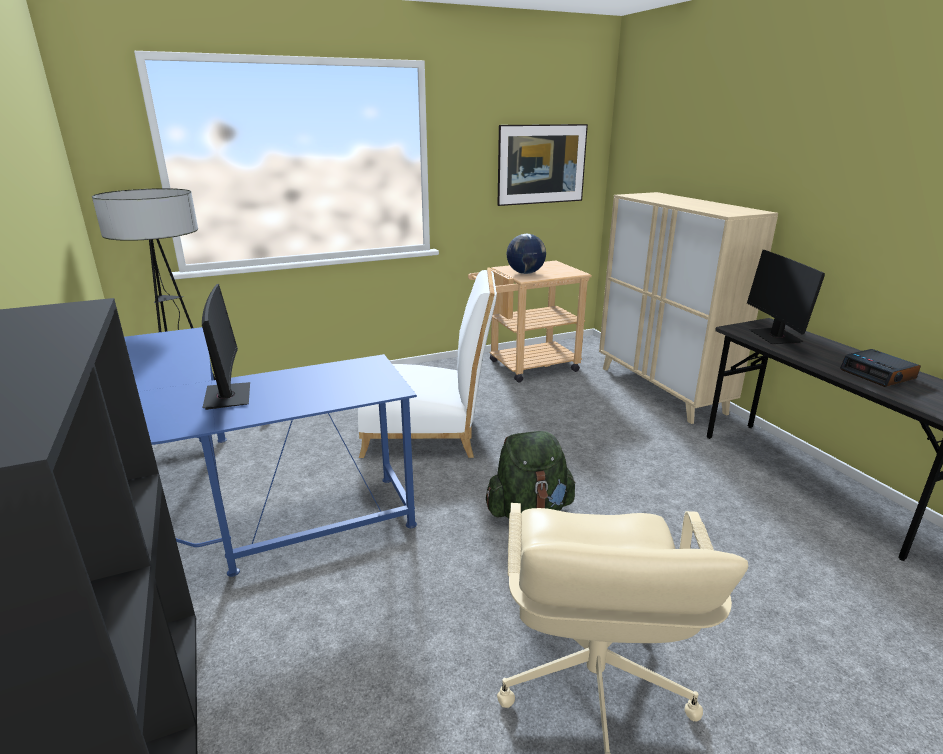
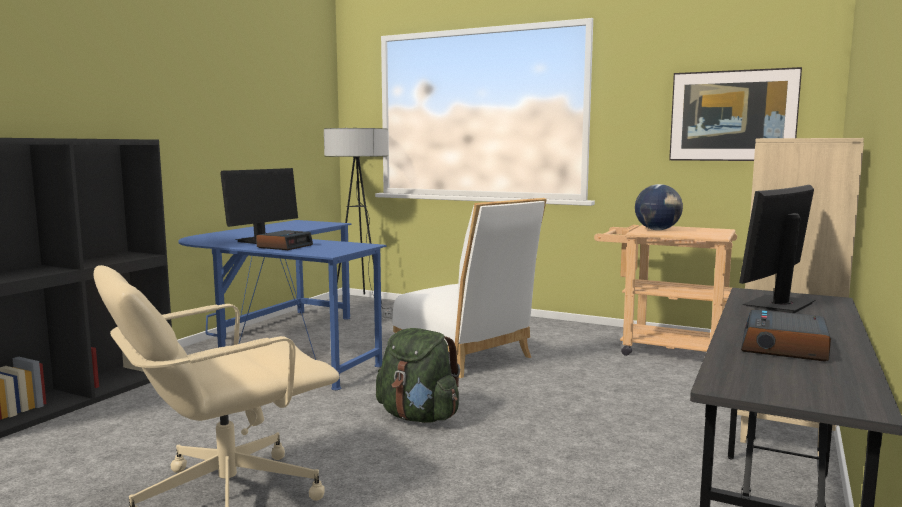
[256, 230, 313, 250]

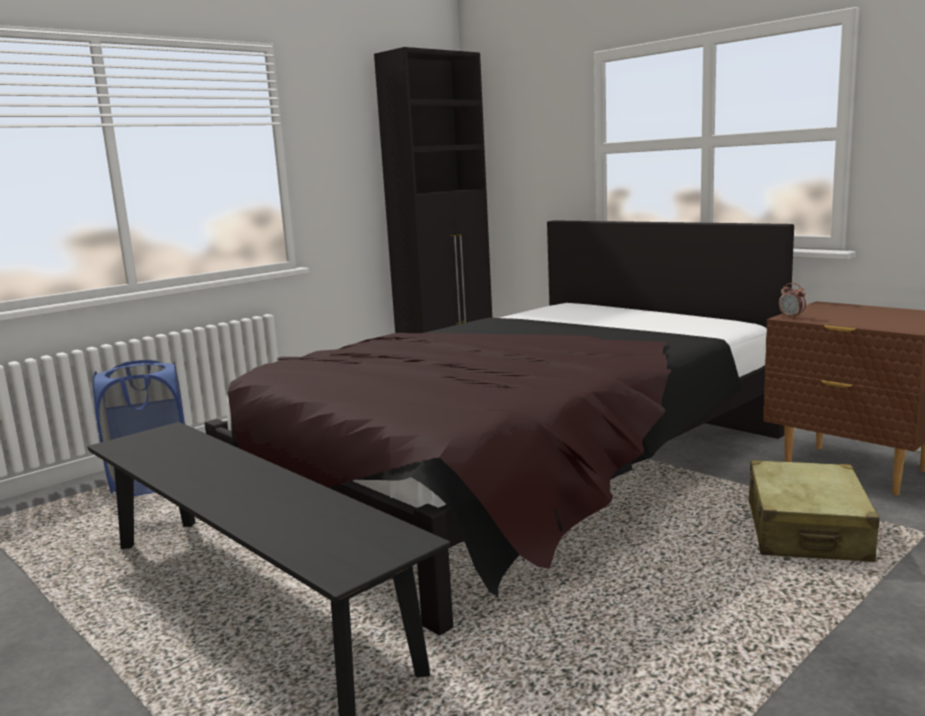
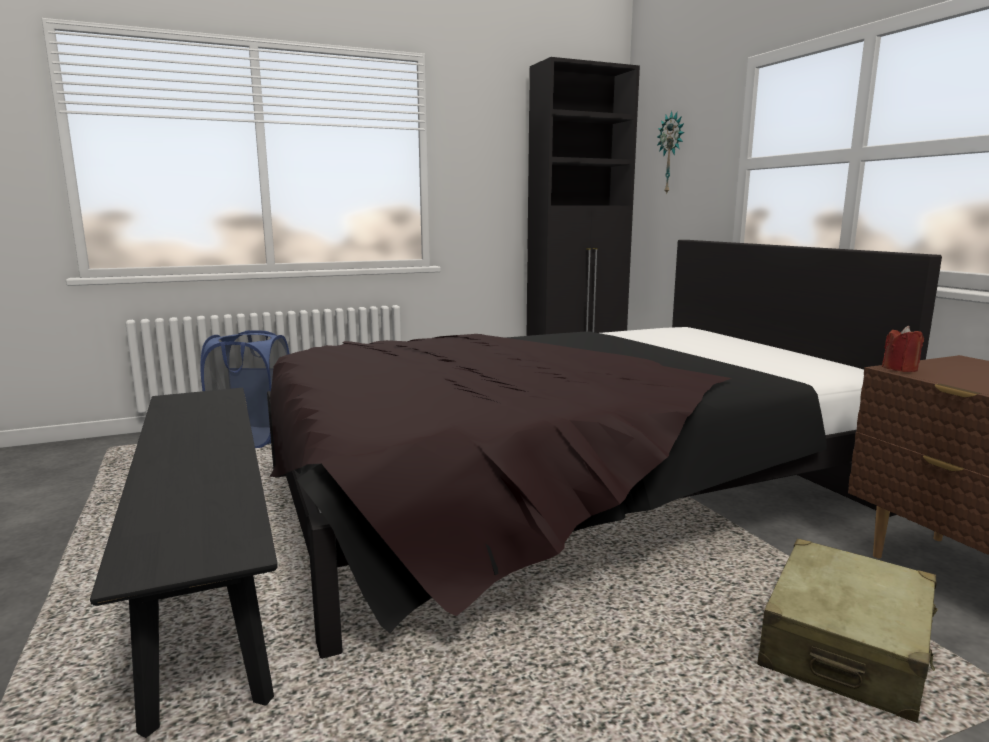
[882, 326, 924, 372]
[657, 111, 685, 195]

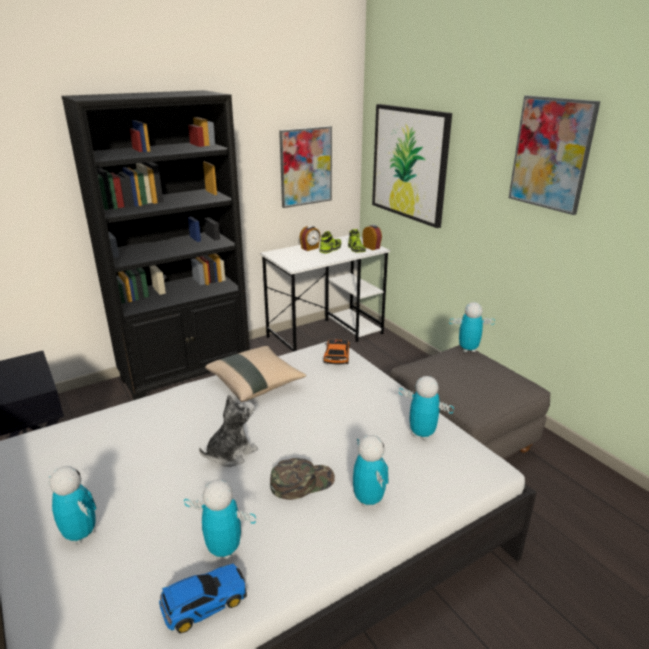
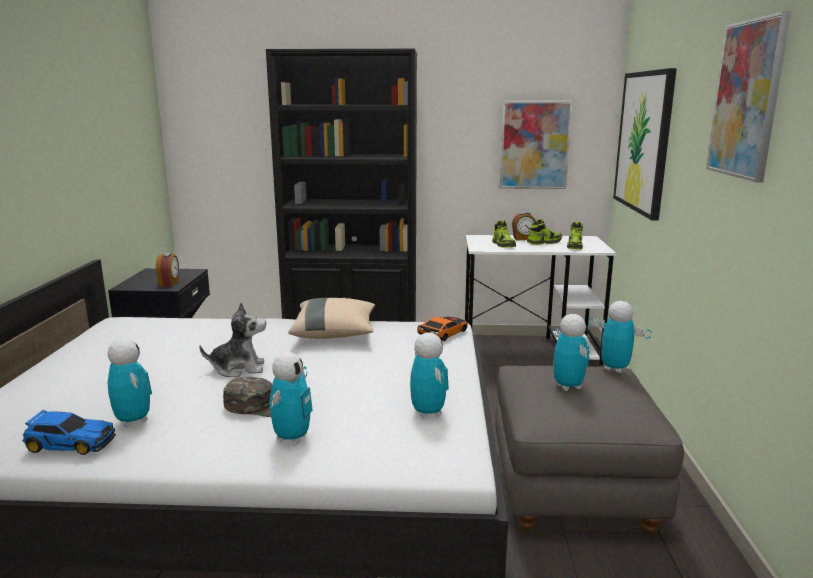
[156, 253, 179, 286]
[554, 314, 591, 391]
[492, 220, 516, 247]

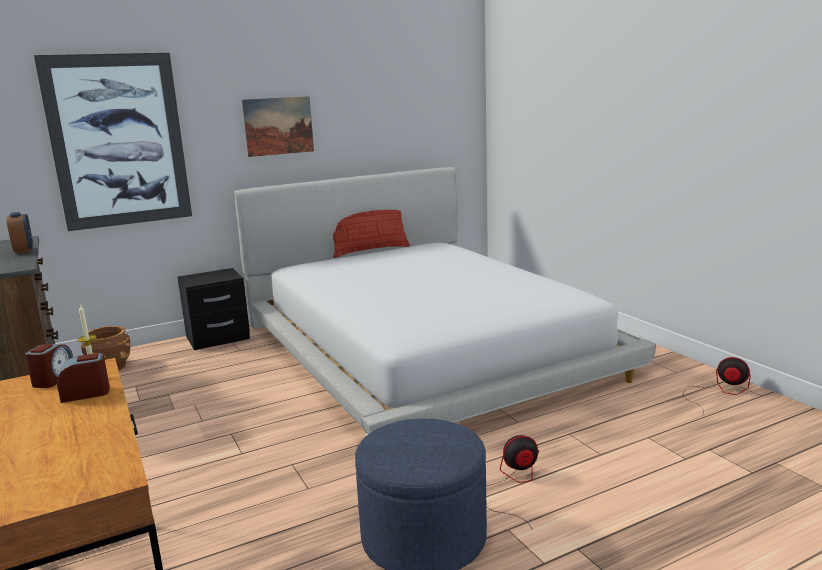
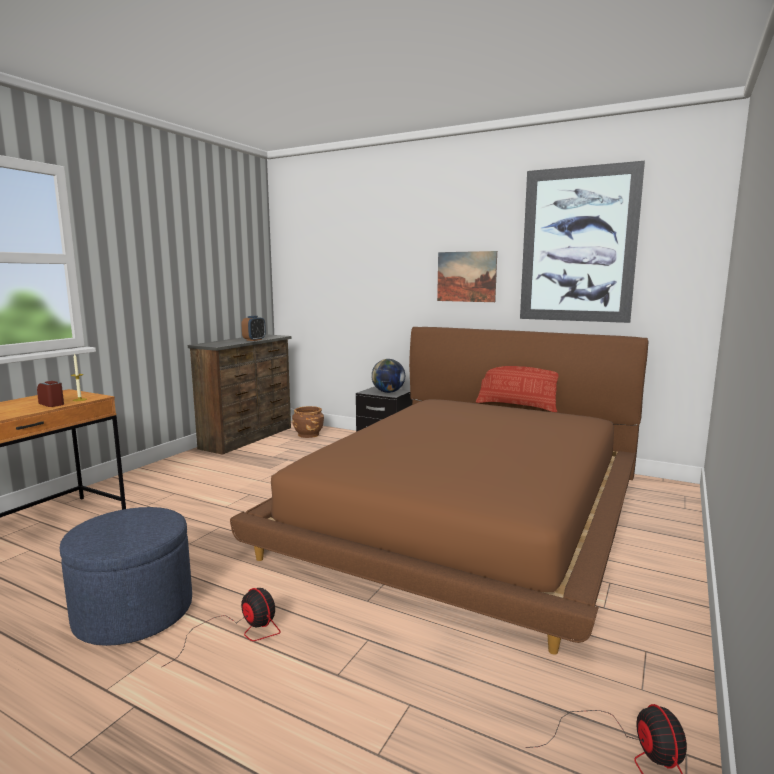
[520, 161, 645, 323]
[230, 327, 648, 655]
[25, 344, 73, 388] (first image)
[371, 359, 405, 393]

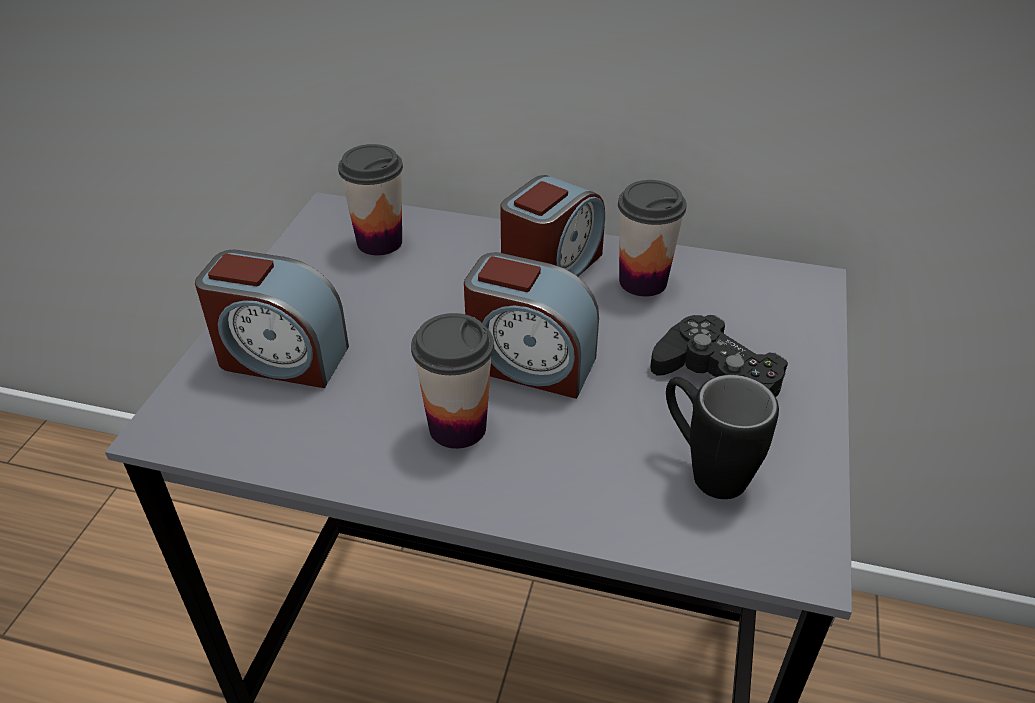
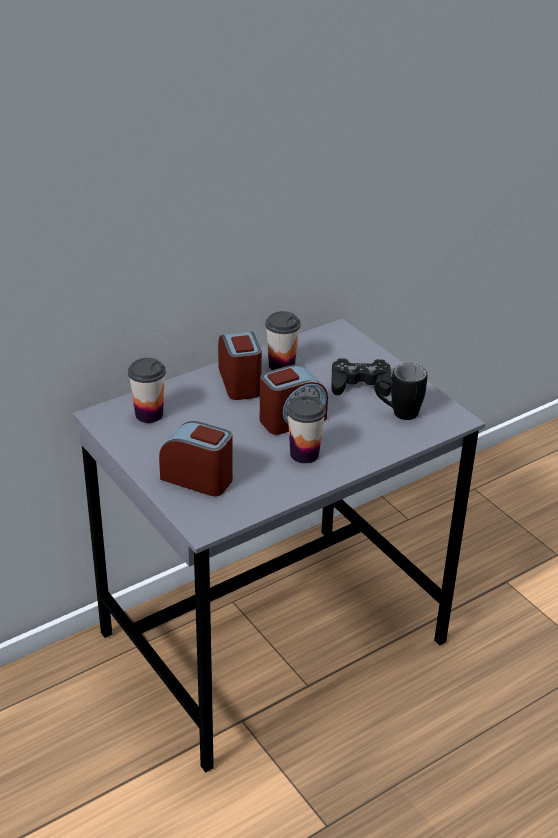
[159, 421, 233, 496]

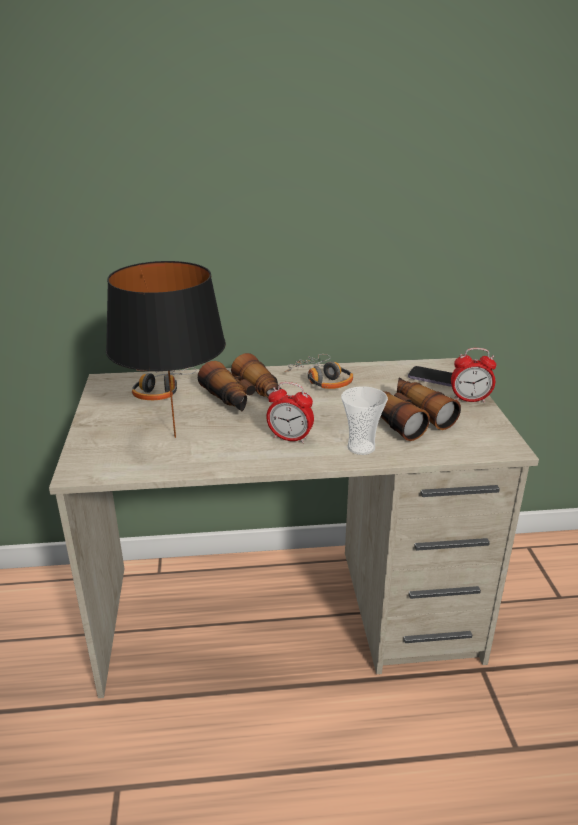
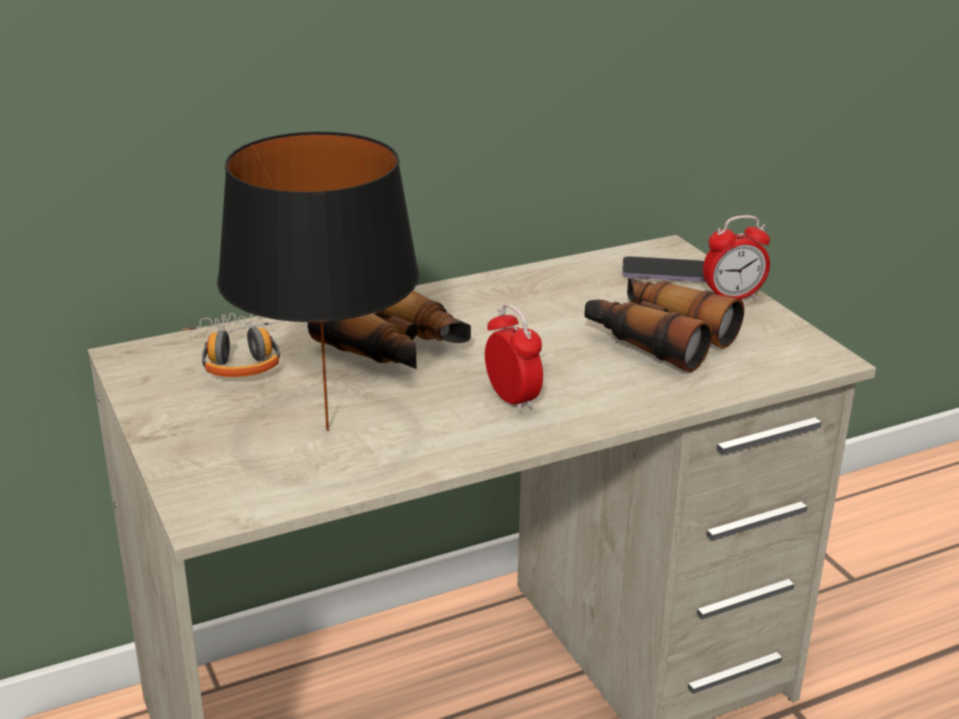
[285, 354, 353, 389] (first image)
[485, 304, 543, 413]
[341, 386, 388, 455] (first image)

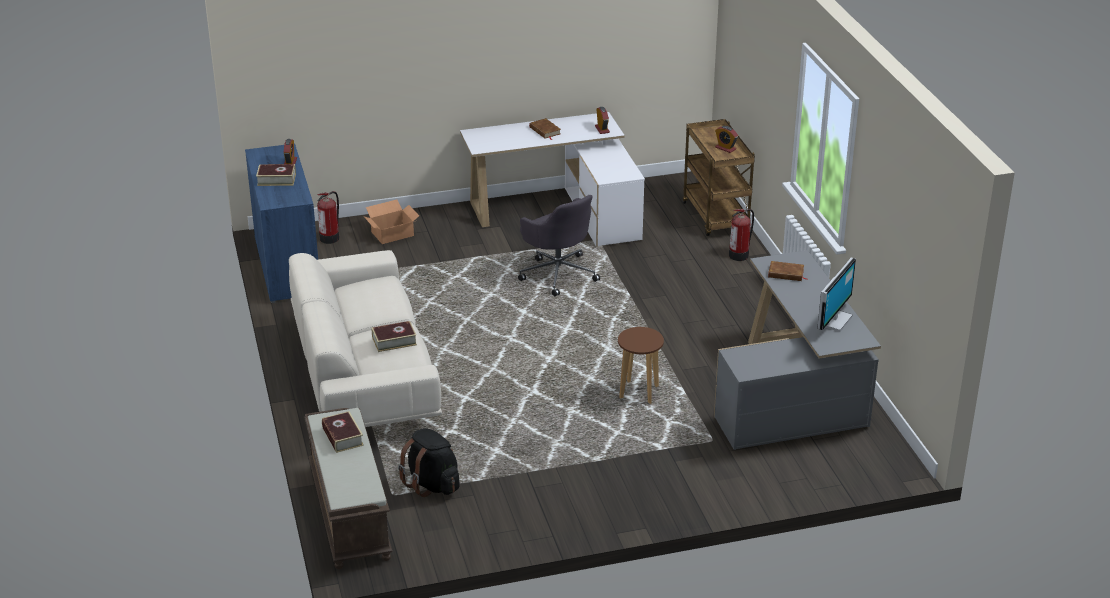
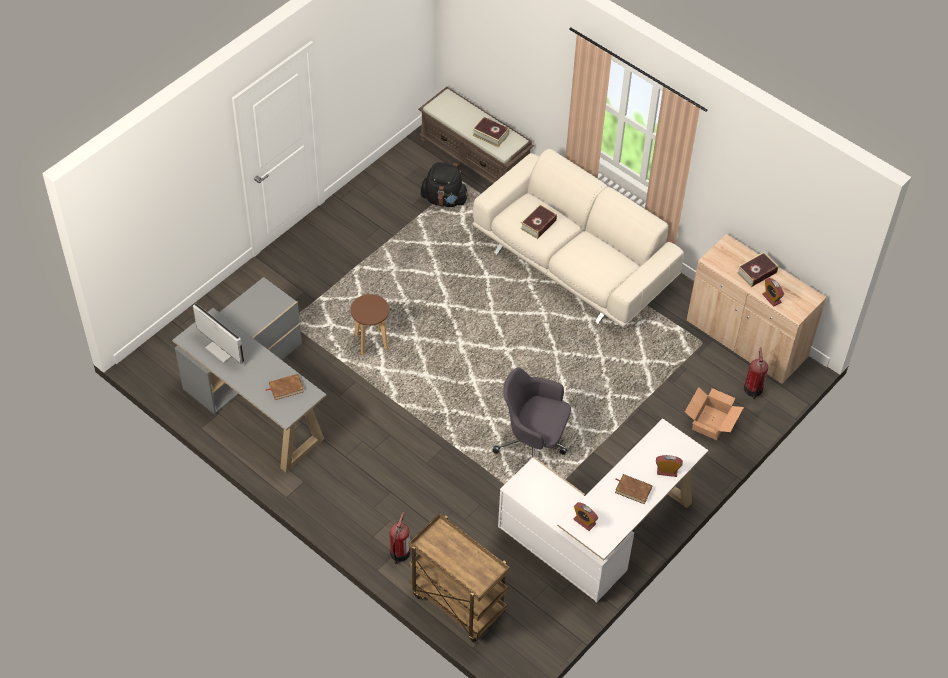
[656, 455, 683, 477]
[687, 234, 826, 384]
[193, 303, 244, 364]

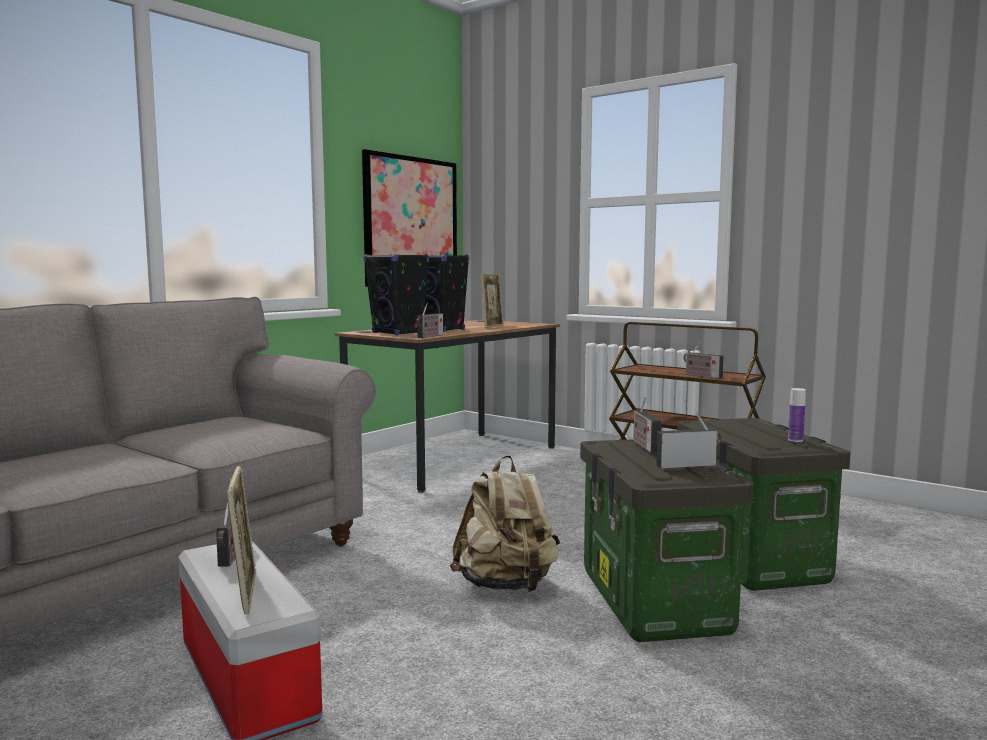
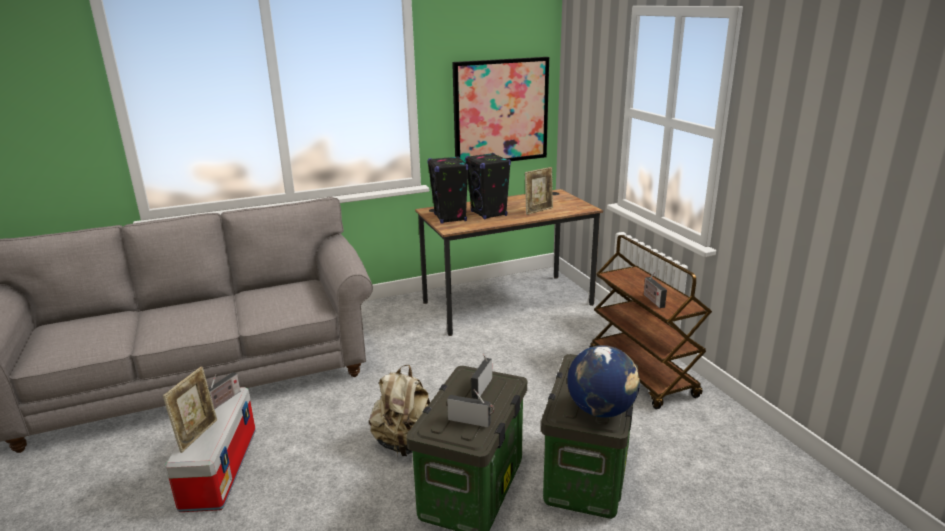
[417, 303, 443, 338] (first image)
[567, 345, 640, 418]

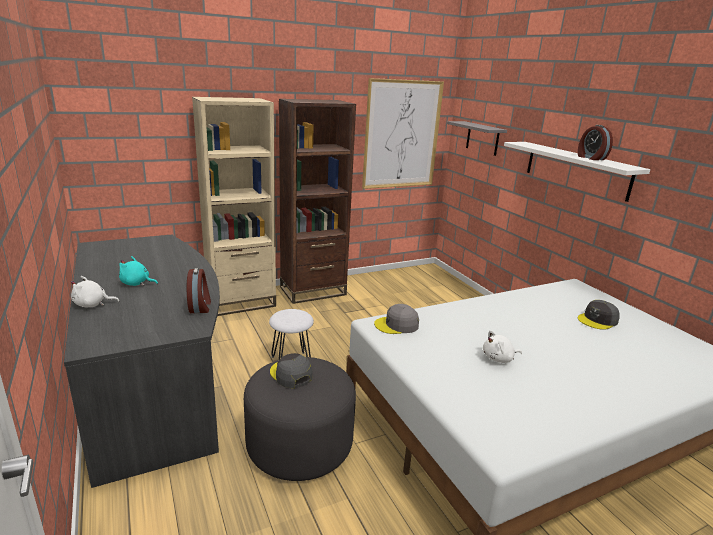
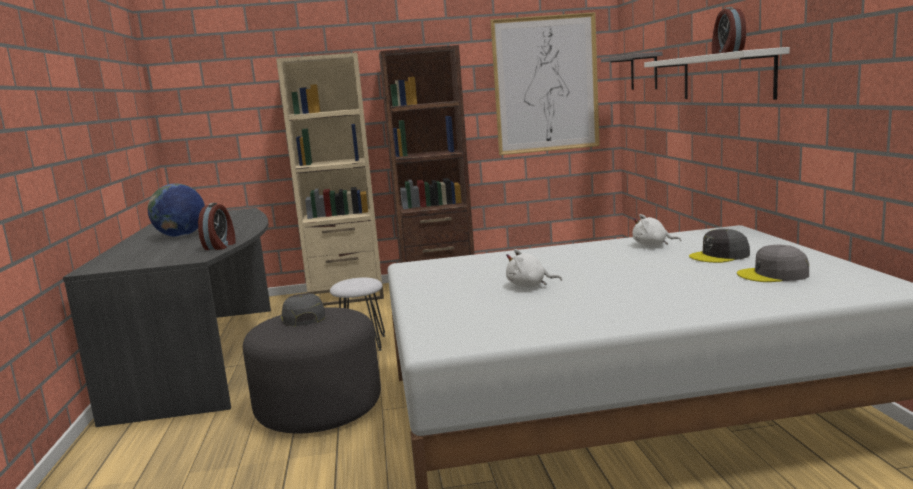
[148, 183, 205, 237]
[632, 214, 681, 246]
[737, 245, 809, 282]

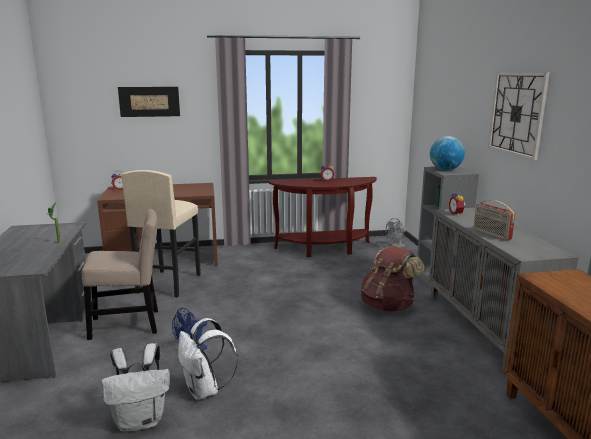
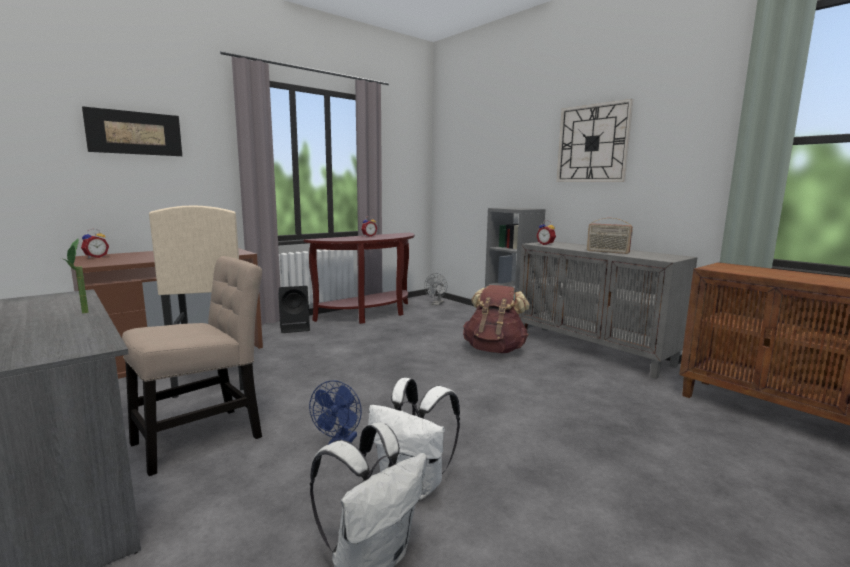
[430, 136, 465, 170] (first image)
[278, 286, 310, 333]

